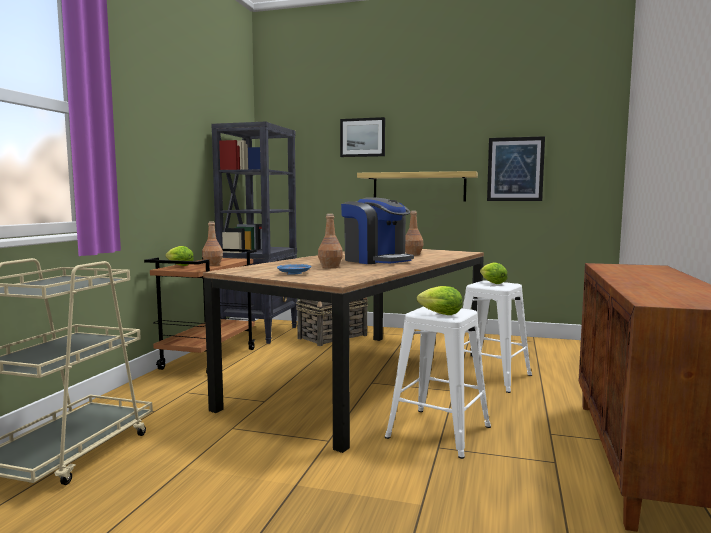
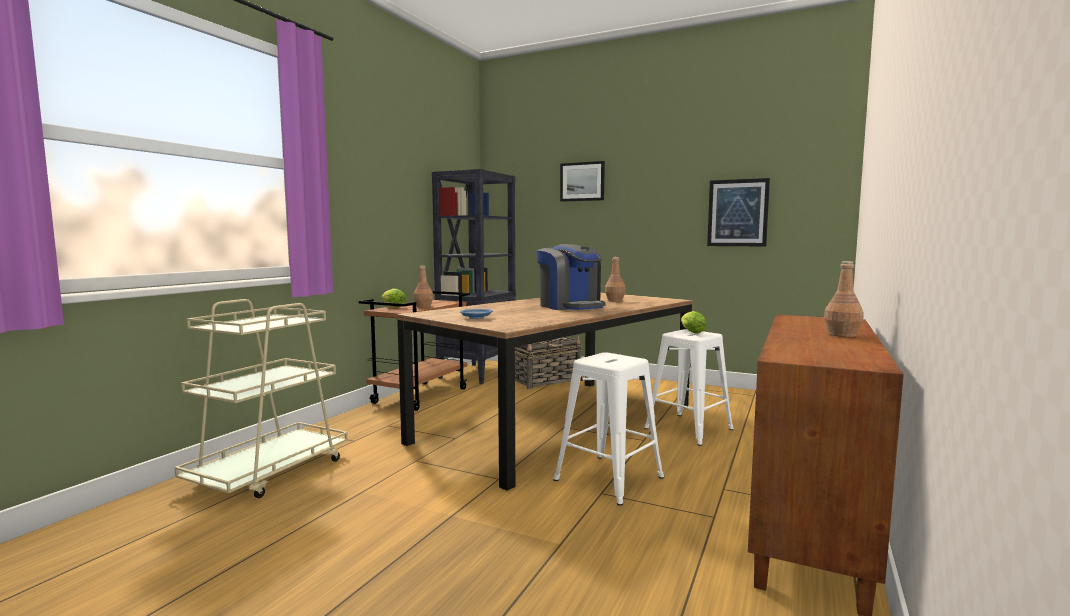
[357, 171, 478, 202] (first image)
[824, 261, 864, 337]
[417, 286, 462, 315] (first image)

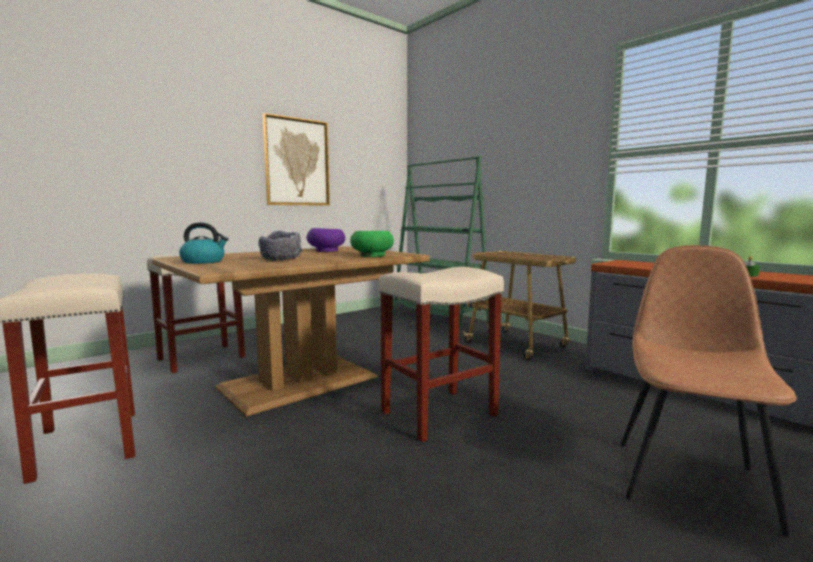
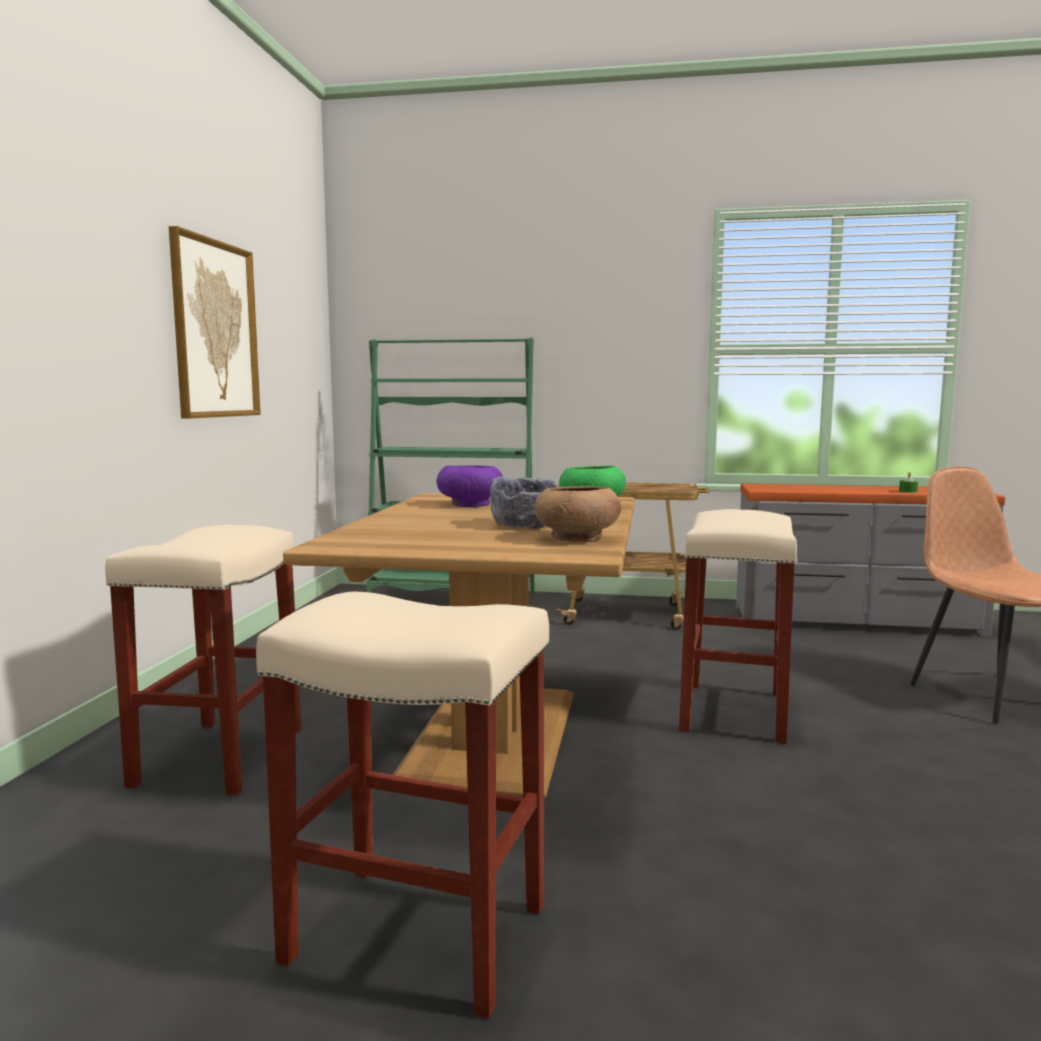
[179, 222, 228, 264] (first image)
[535, 486, 621, 542]

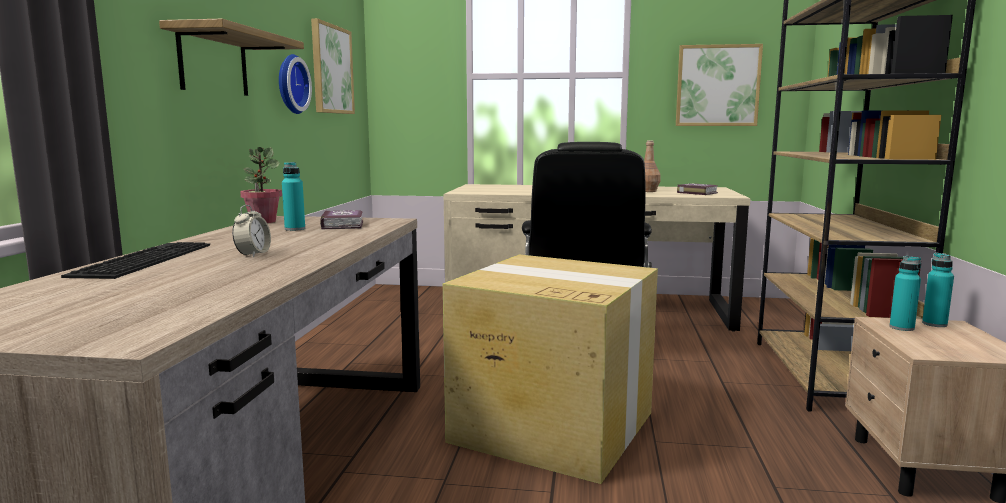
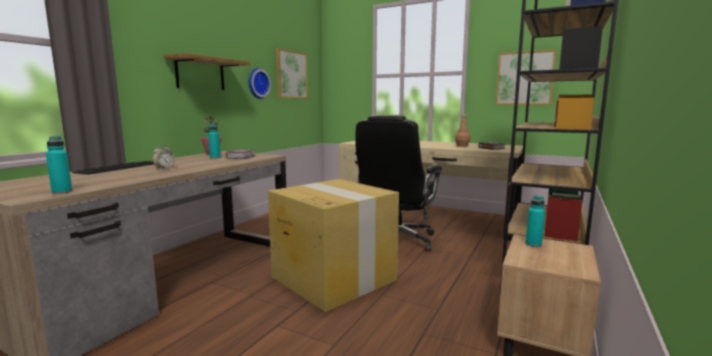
[46, 136, 72, 194]

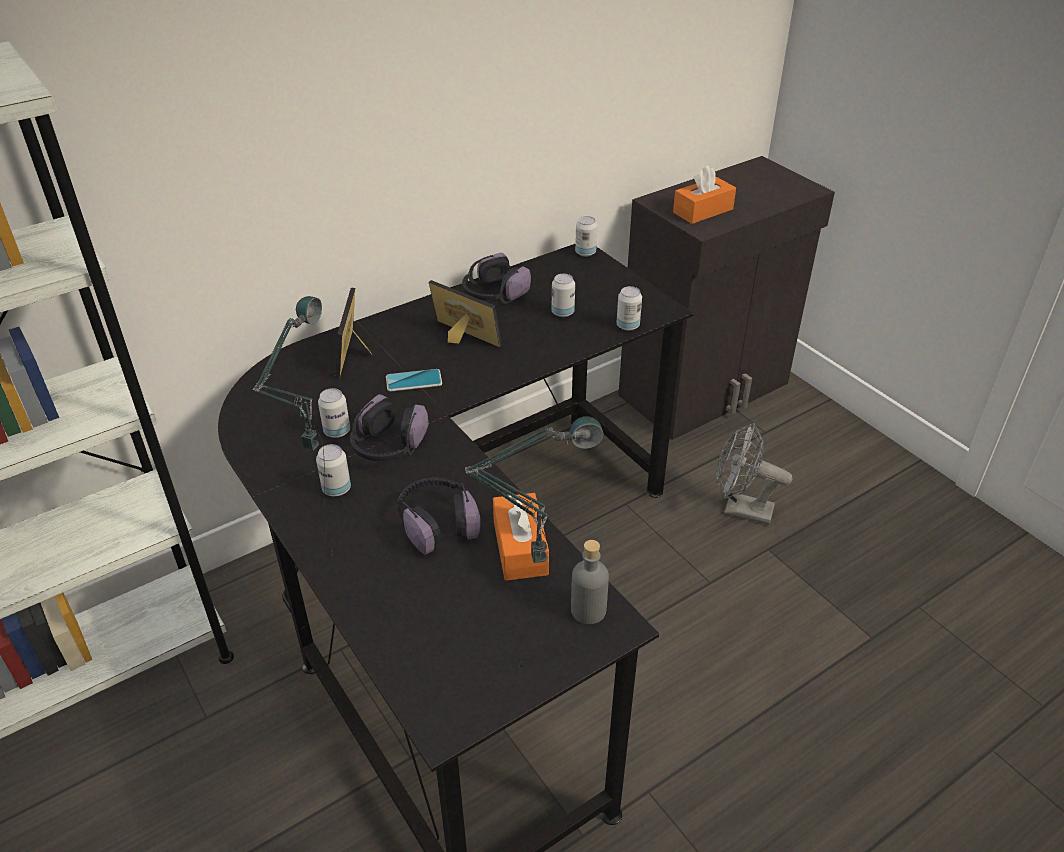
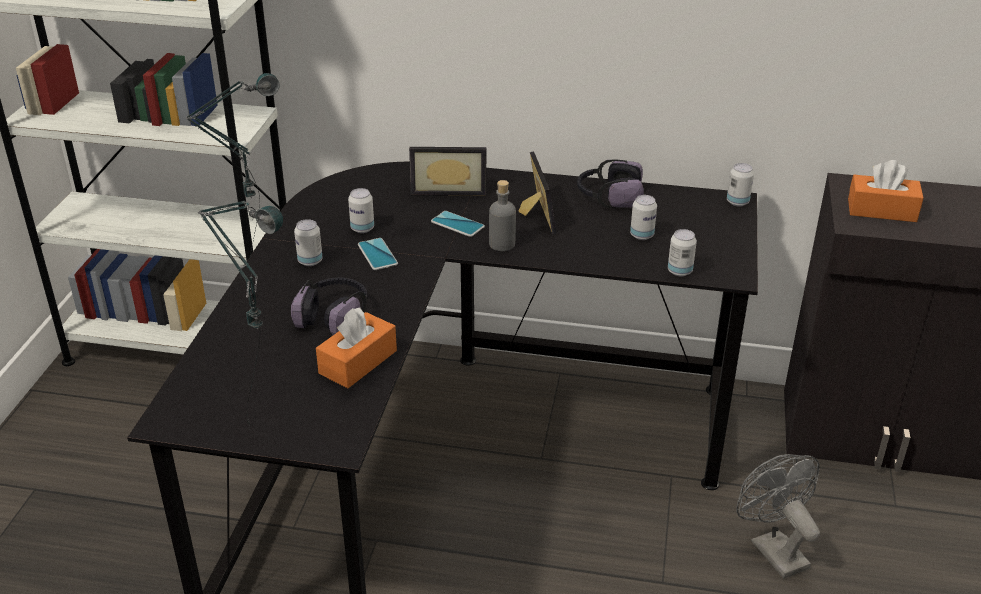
[409, 147, 486, 196]
[358, 238, 398, 270]
[489, 180, 516, 251]

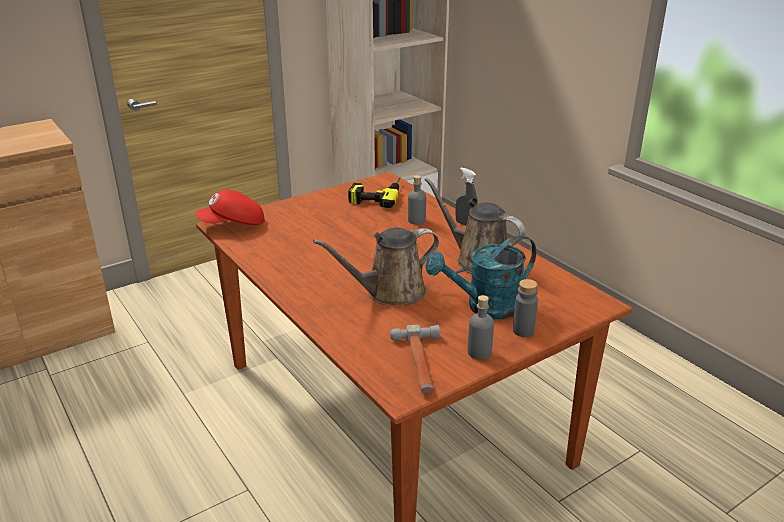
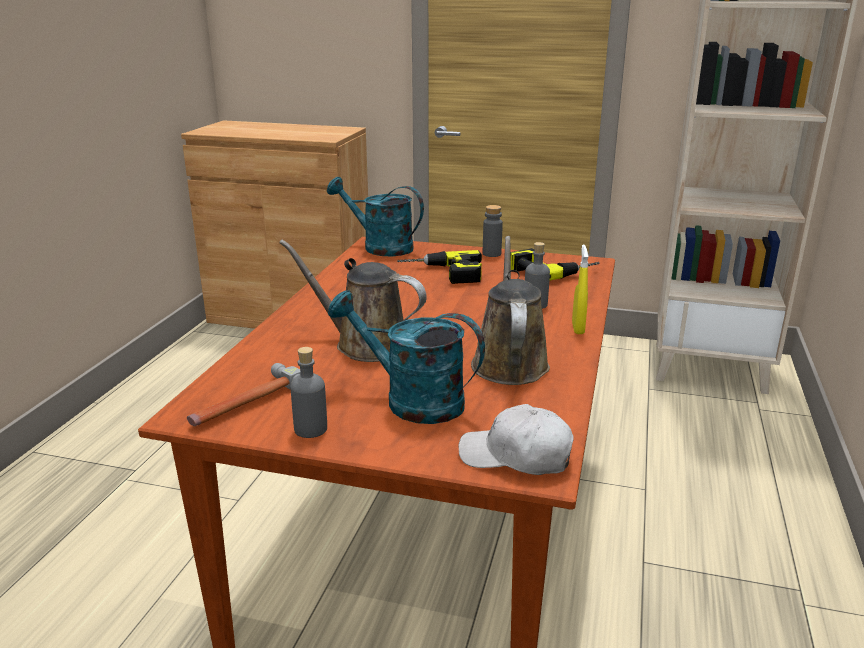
[572, 245, 588, 334]
[327, 177, 424, 257]
[483, 205, 503, 257]
[397, 250, 482, 284]
[459, 404, 574, 475]

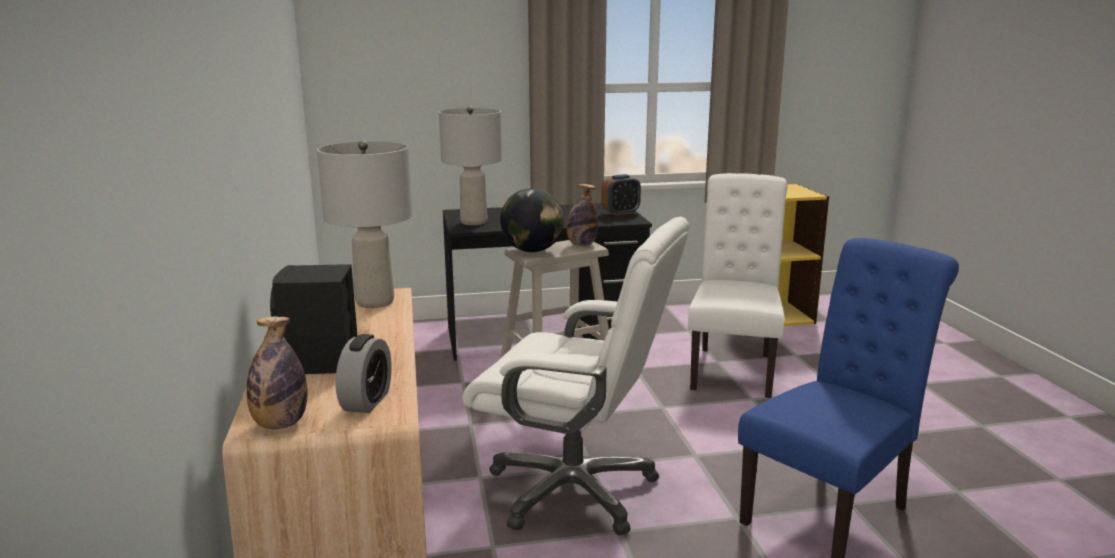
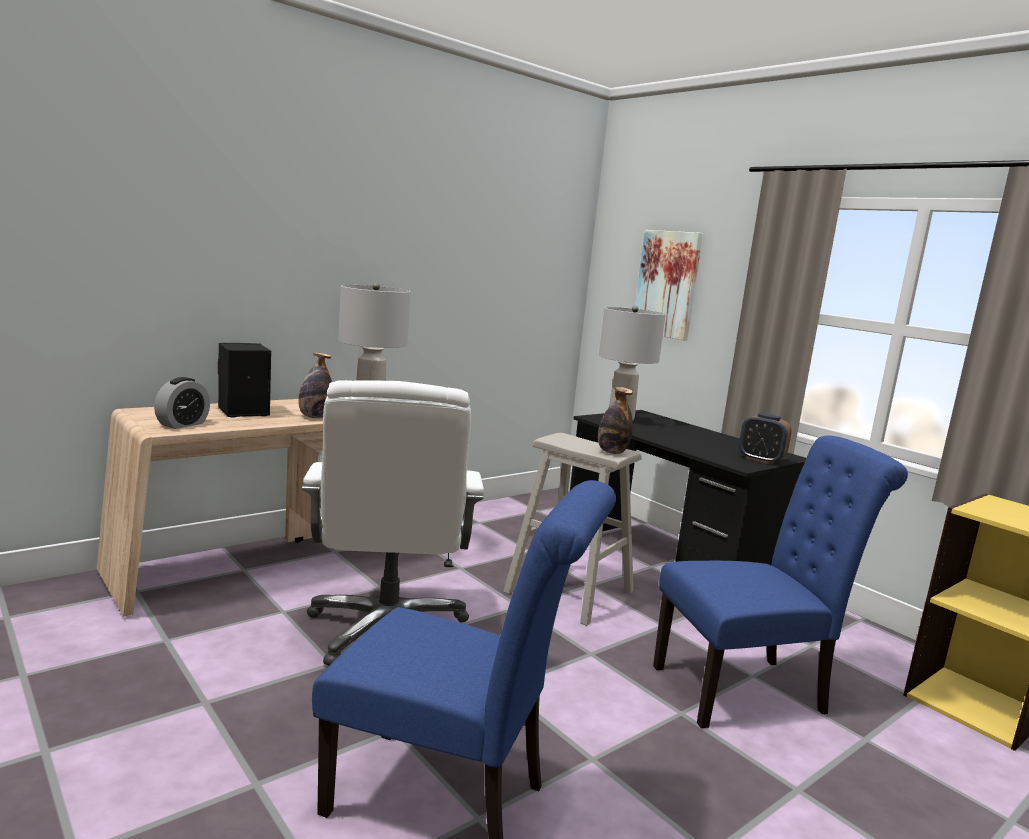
[653, 435, 908, 728]
[500, 188, 564, 252] (first image)
[298, 352, 332, 418]
[154, 377, 210, 429]
[635, 230, 703, 340]

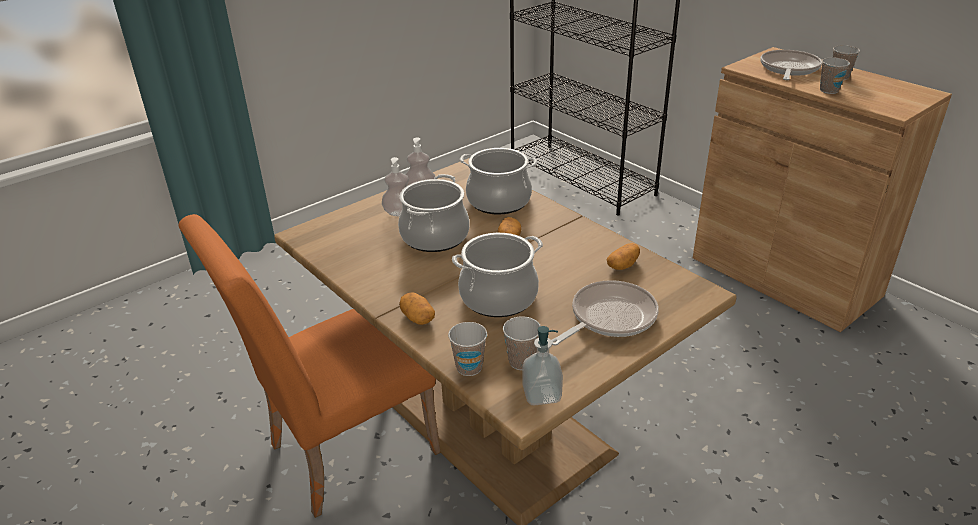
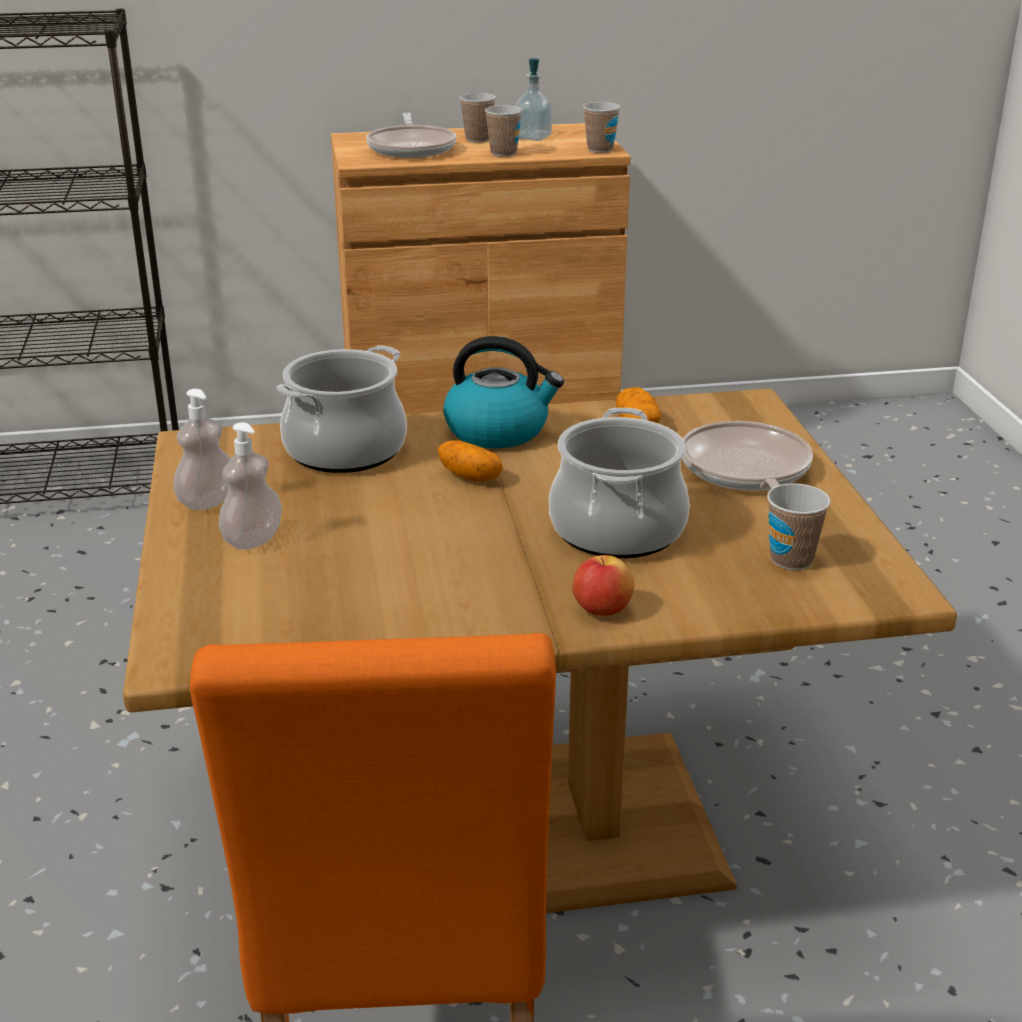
[366, 113, 456, 158]
[398, 174, 470, 252] (first image)
[572, 555, 634, 616]
[583, 102, 620, 153]
[516, 58, 552, 141]
[443, 336, 564, 448]

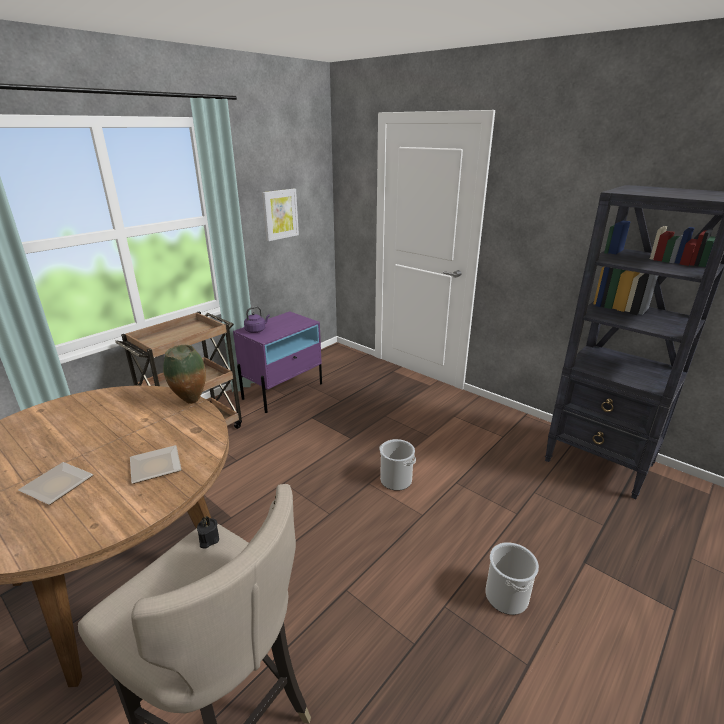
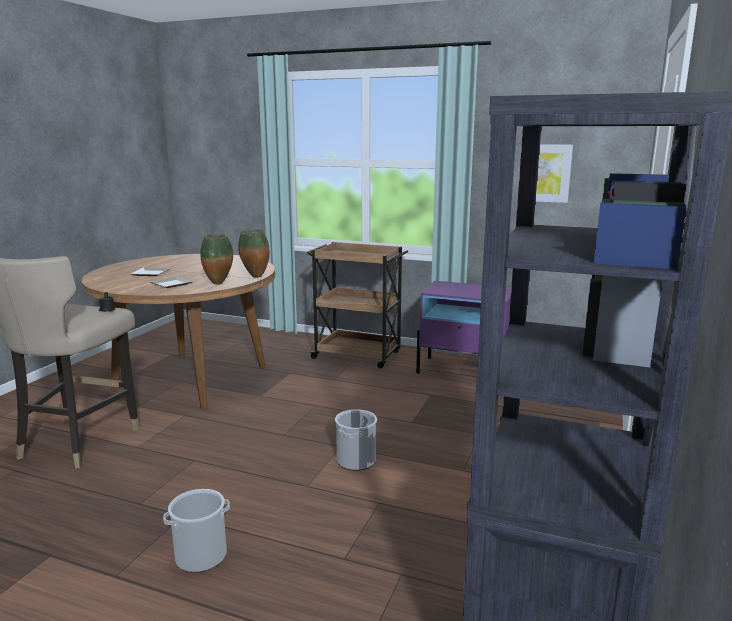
[244, 306, 270, 333] (first image)
[200, 234, 233, 285]

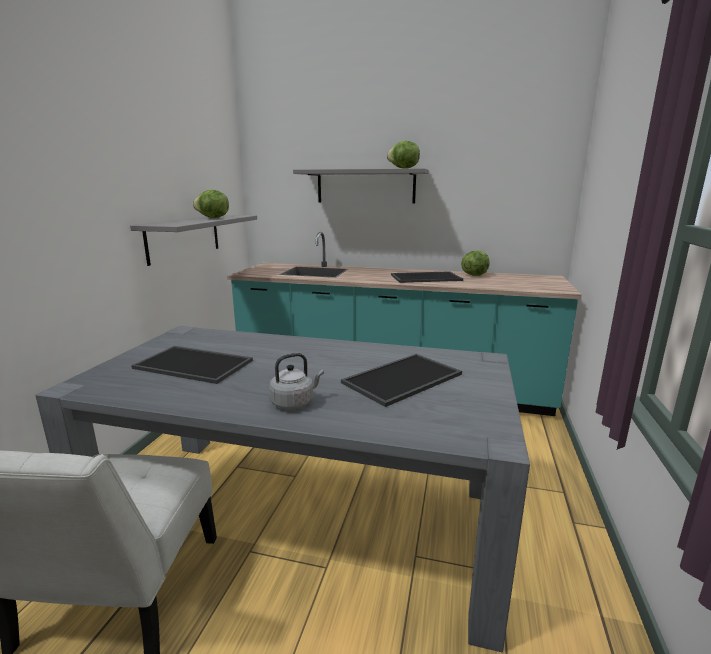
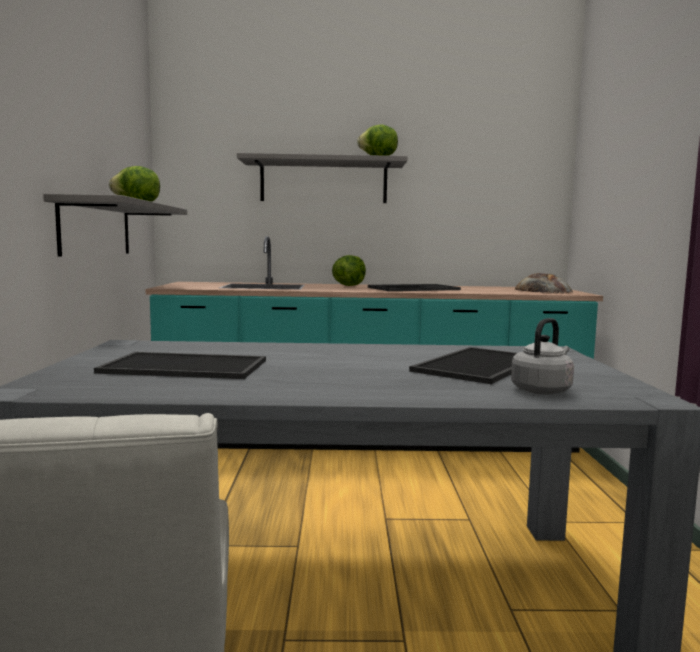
[332, 255, 366, 286]
[511, 318, 574, 394]
[515, 273, 573, 293]

